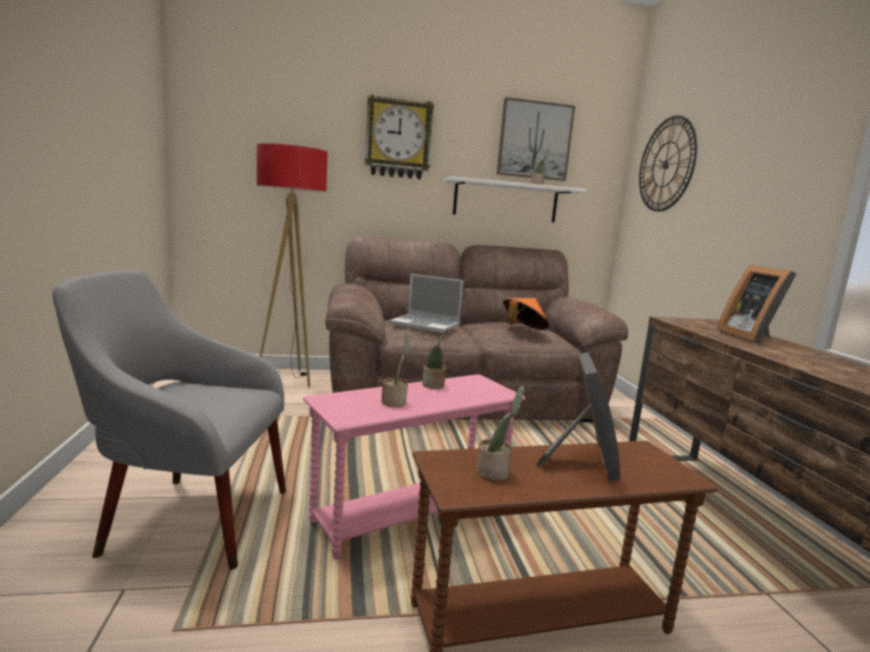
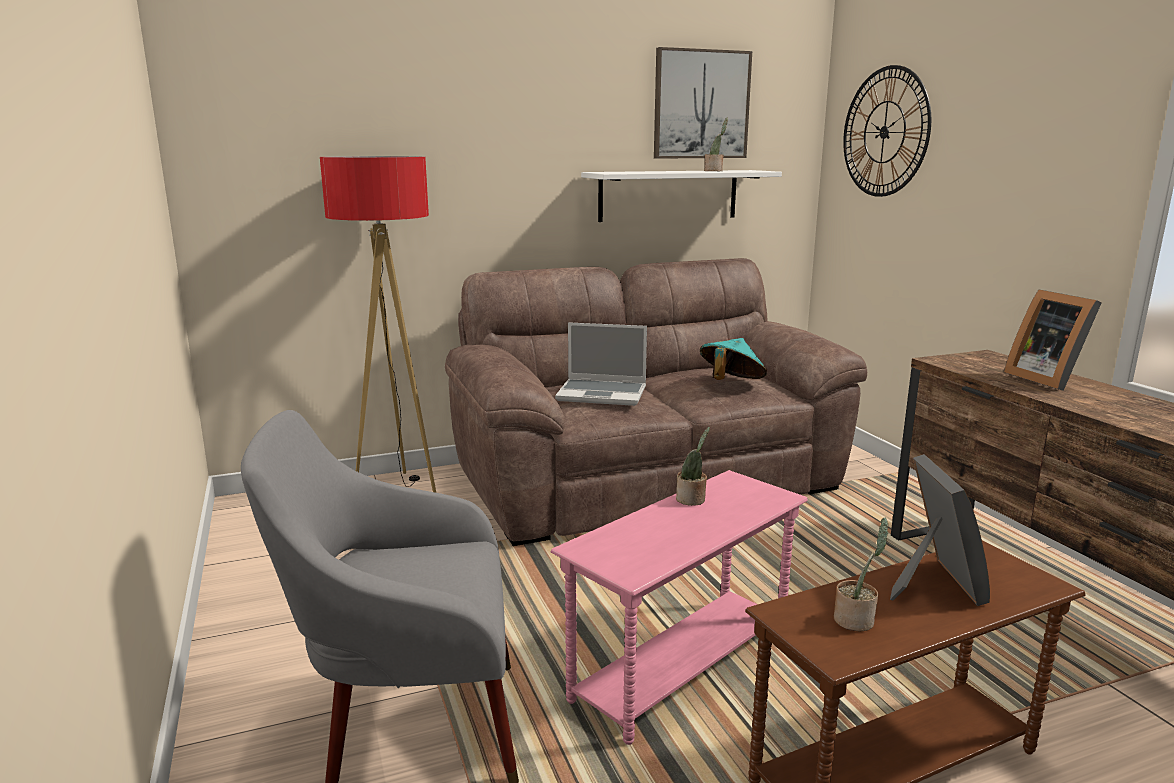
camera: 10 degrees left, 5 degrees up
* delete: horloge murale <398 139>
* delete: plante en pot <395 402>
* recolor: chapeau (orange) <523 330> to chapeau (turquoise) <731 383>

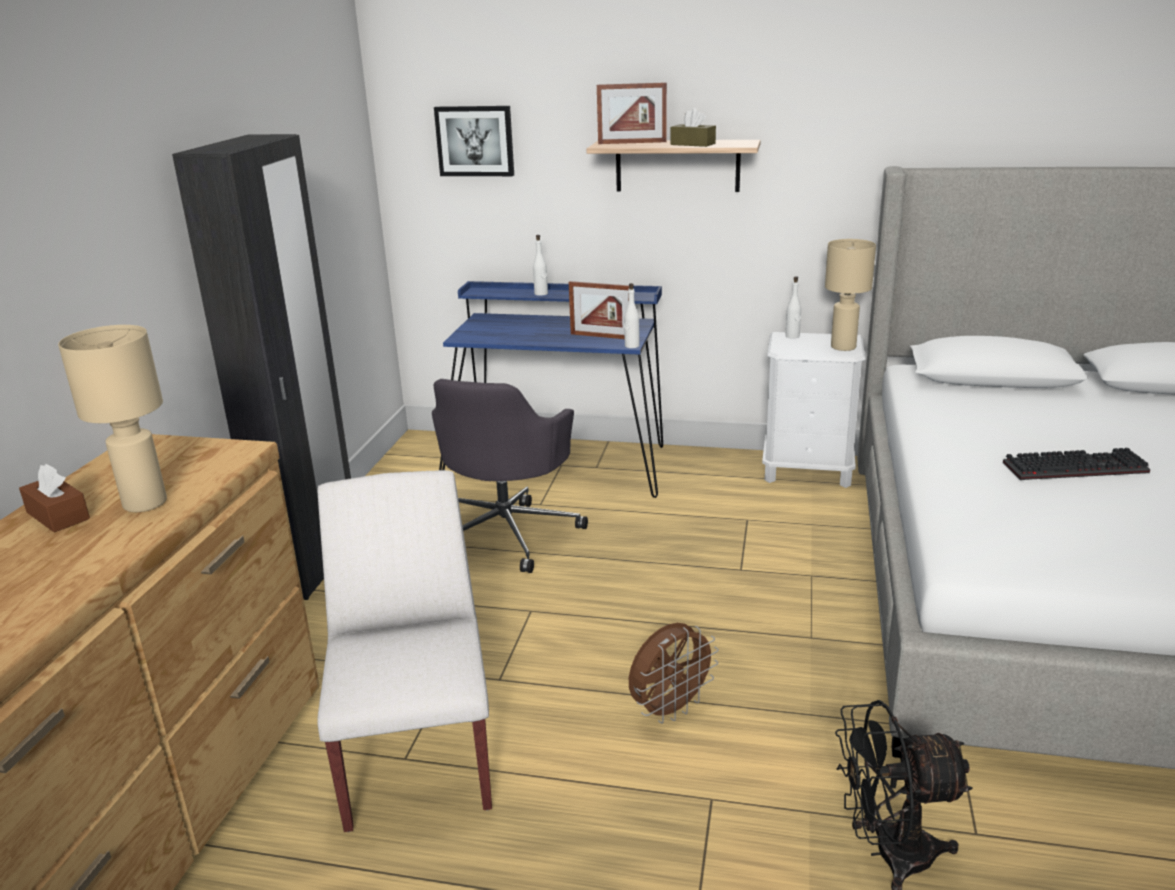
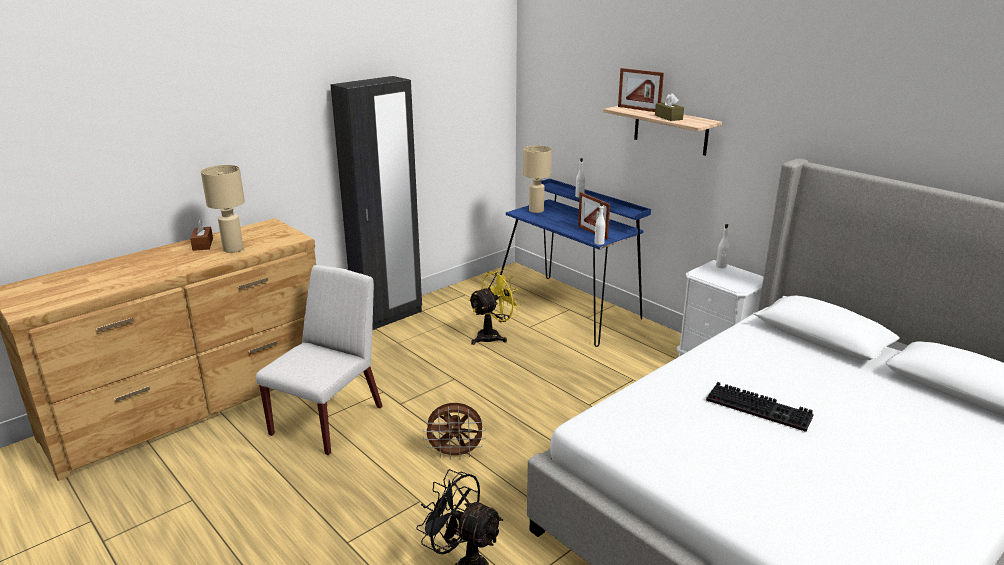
camera: 35 degrees right, 0 degrees up
* replace: chaise de bureau (gris) <507 533> to ventilateur (jaune) <493 336>
* delete: tableau <475 141>
* move: lampe de table (beige) <843 347> to <536 210>

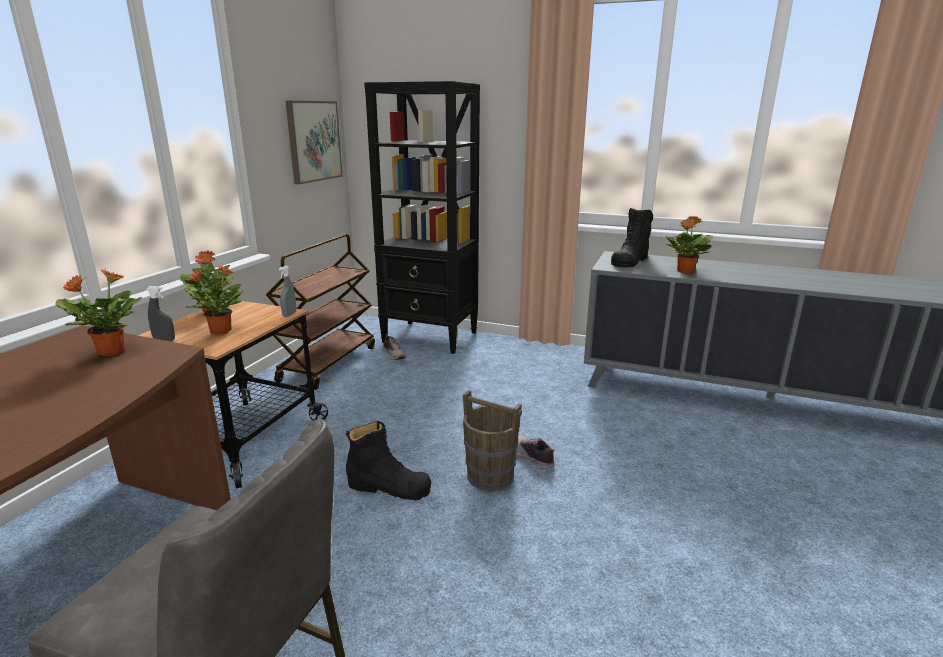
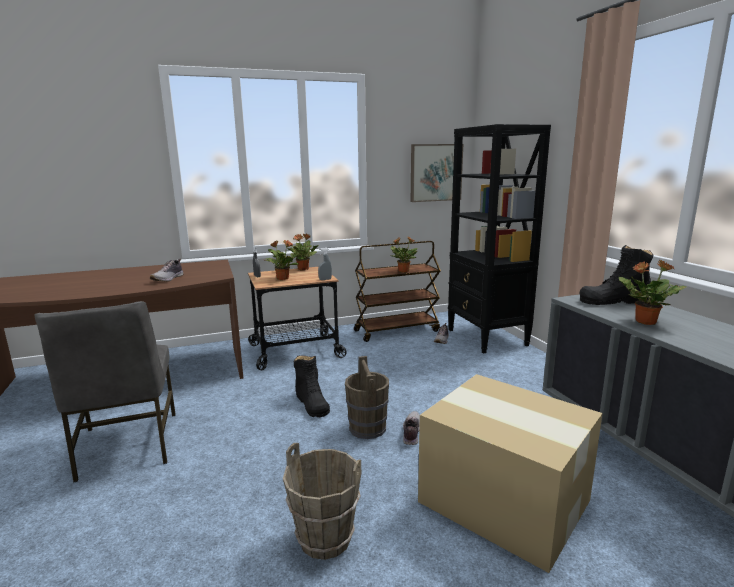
camera: 50 degrees right, 5 degrees down
* move: plante en pot <110 351> to <403 271>
* insert: chaussure <168 279>
* insert: seau (marron) <325 539>
* insert: carton <505 502>

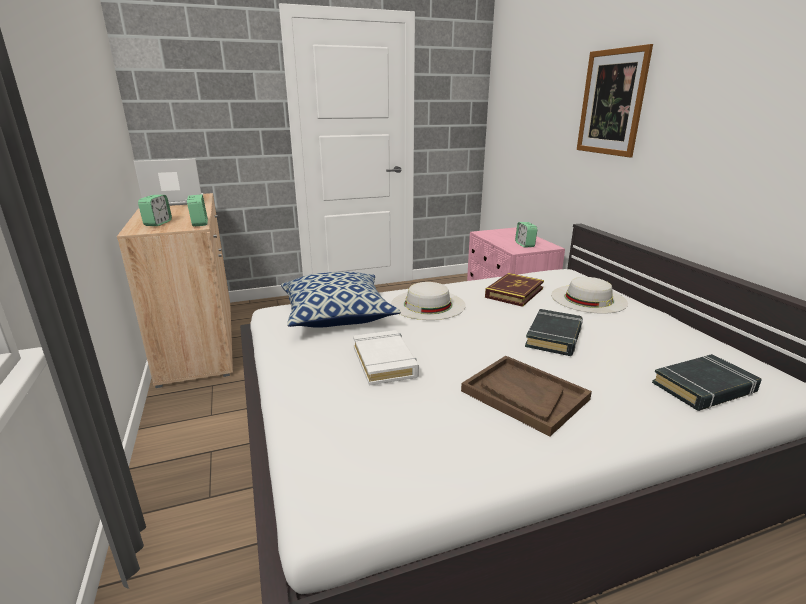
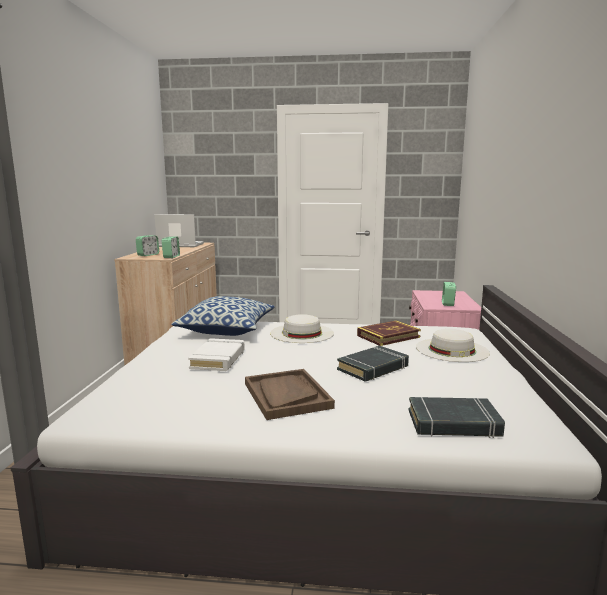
camera: 25 degrees right, 10 degrees down
* delete: tableau <612 102>

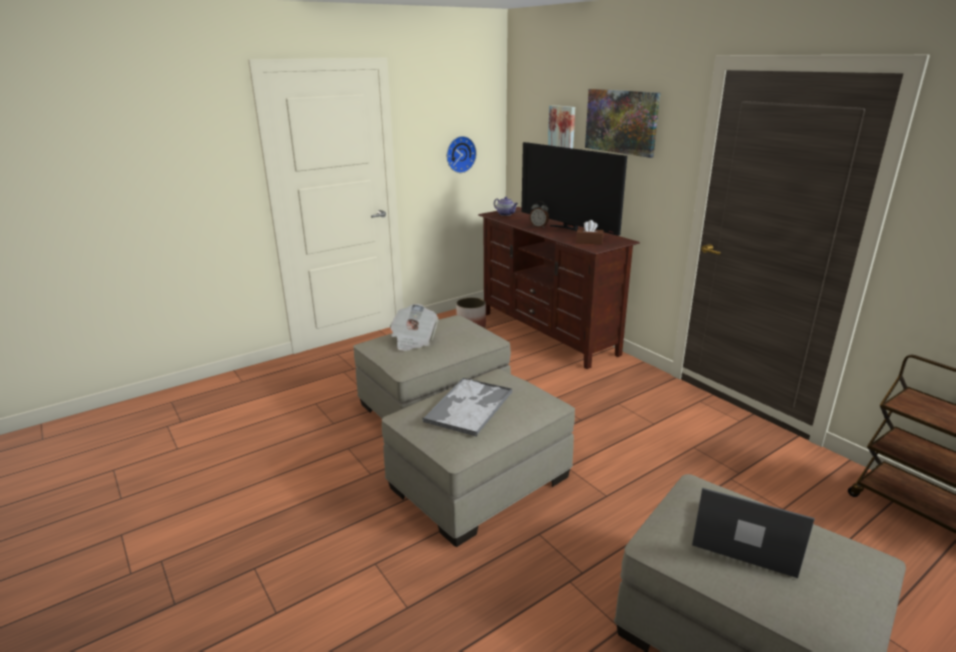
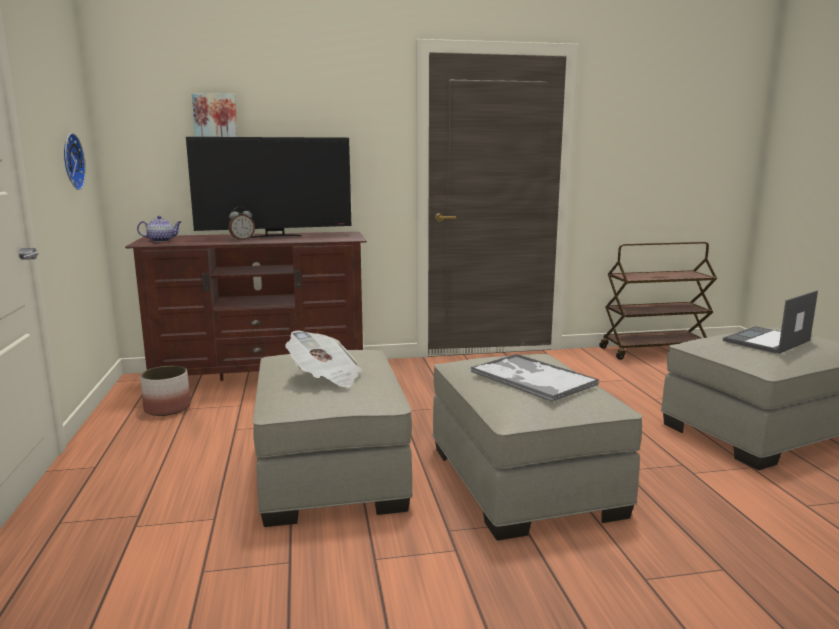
camera: 65 degrees left, 10 degrees down
* delete: boîte à mouchoirs (marron) <589 242>
* delete: tableau <621 121>

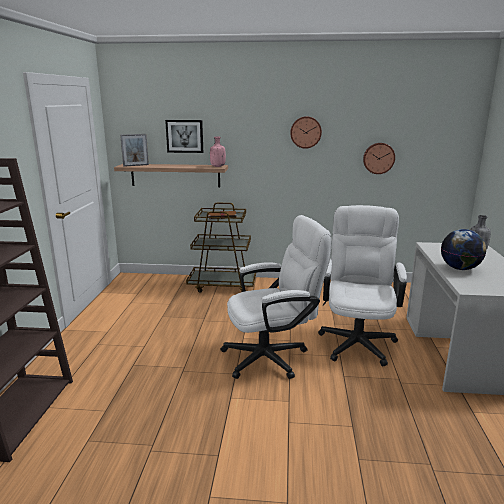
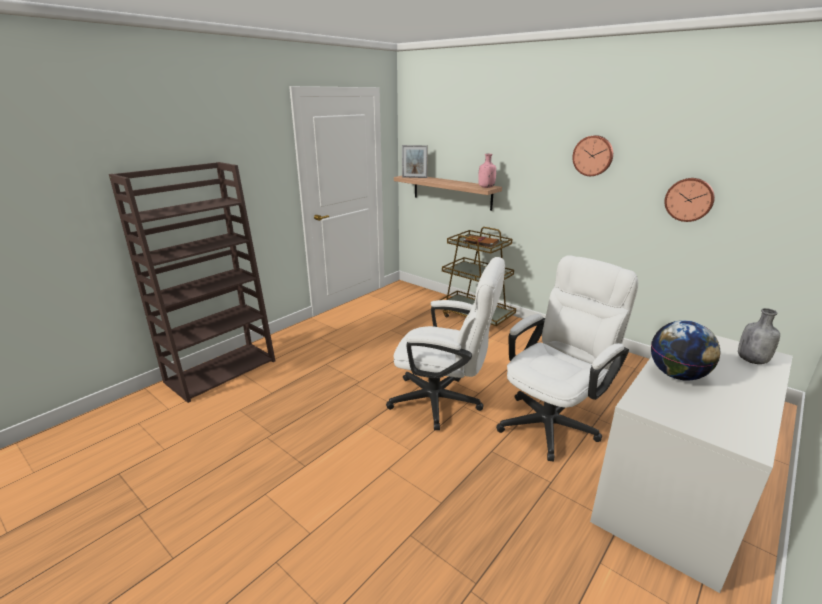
camera: 35 degrees right, 5 degrees up
* delete: tableau <184 136>

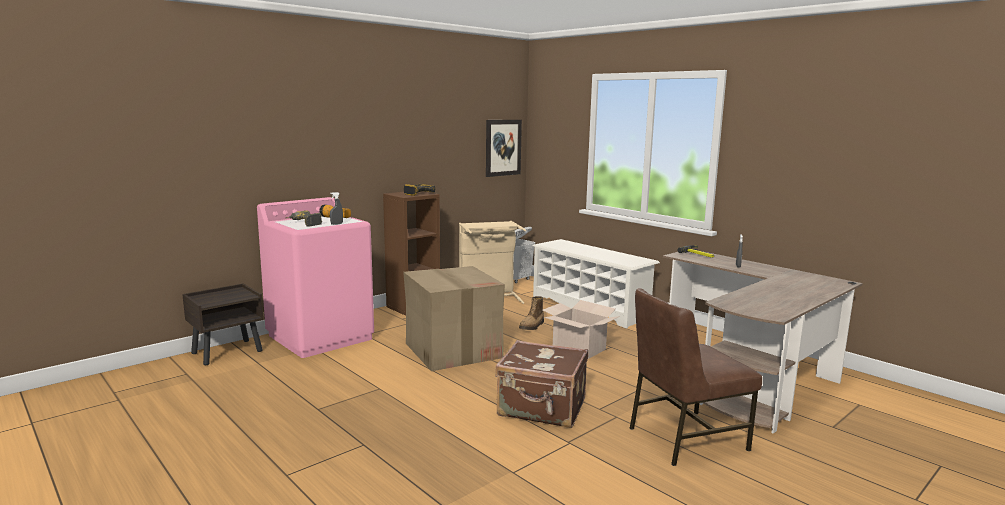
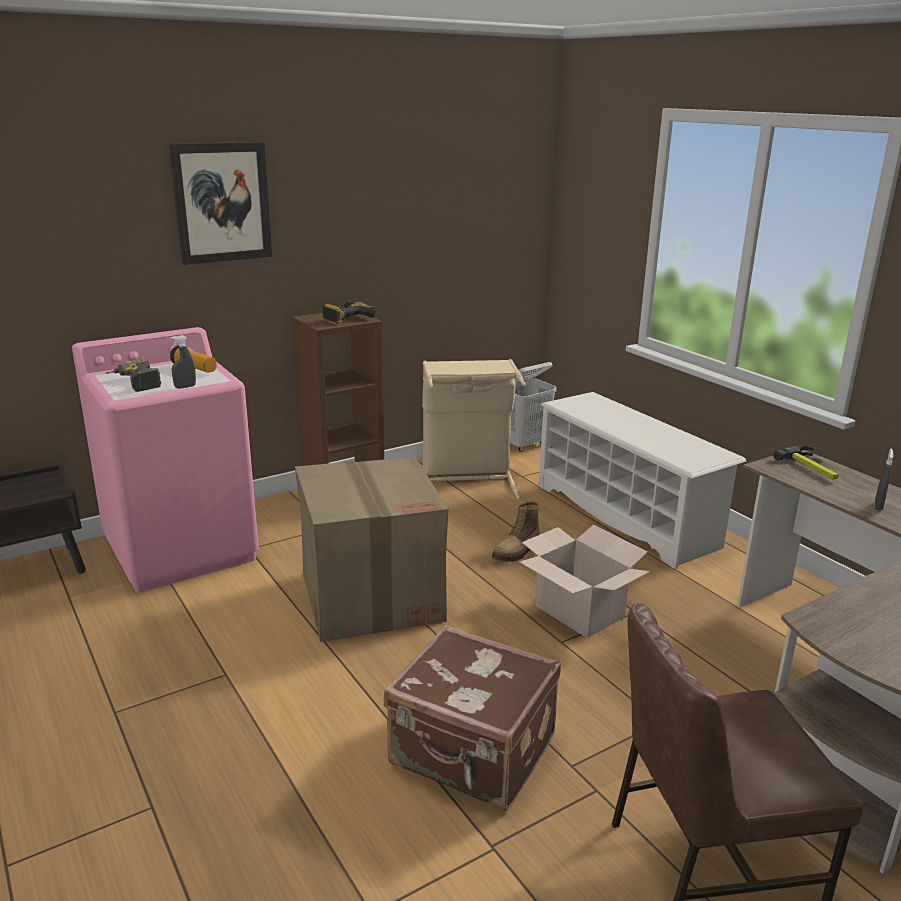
camera: 10 degrees right, 10 degrees up
* move: tableau <503 147> to <222 202>

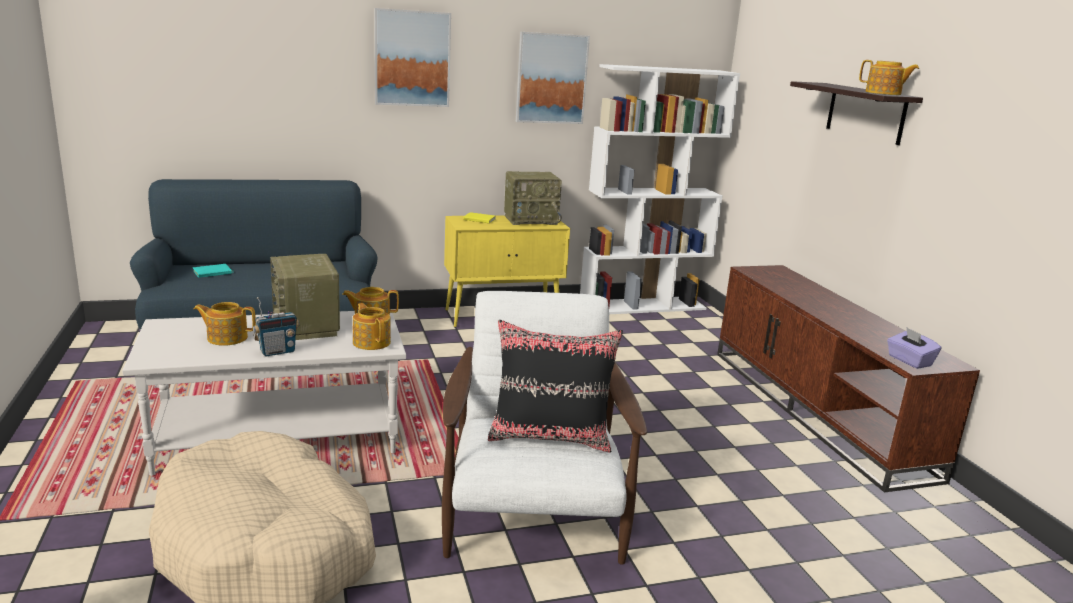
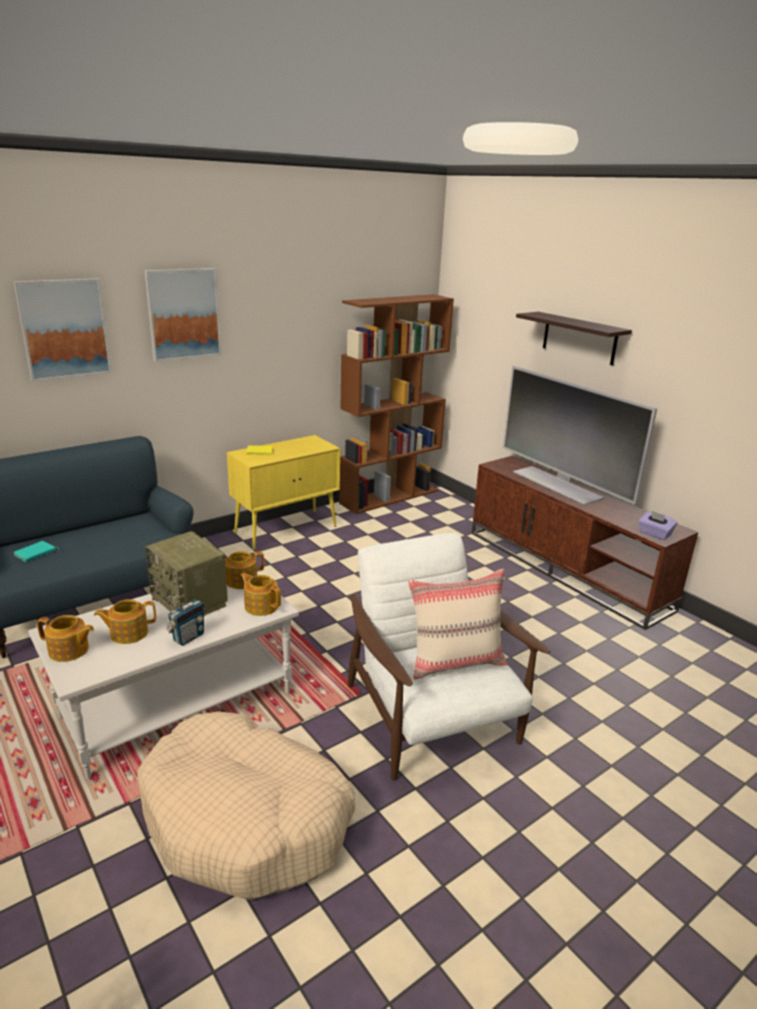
camera: 20 degrees left, 5 degrees up
* recolor: coussin (noir) <551 437> to coussin (beige) <455 662>
* delete: radio <531 220>
* move: tableau <551 78> to <64 329>
* recolor: bibliothèque (blanc) <643 306> to bibliothèque (marron) <390 496>
* move: théière <884 93> to <69 650>
* insert: téléviseur <558 484>

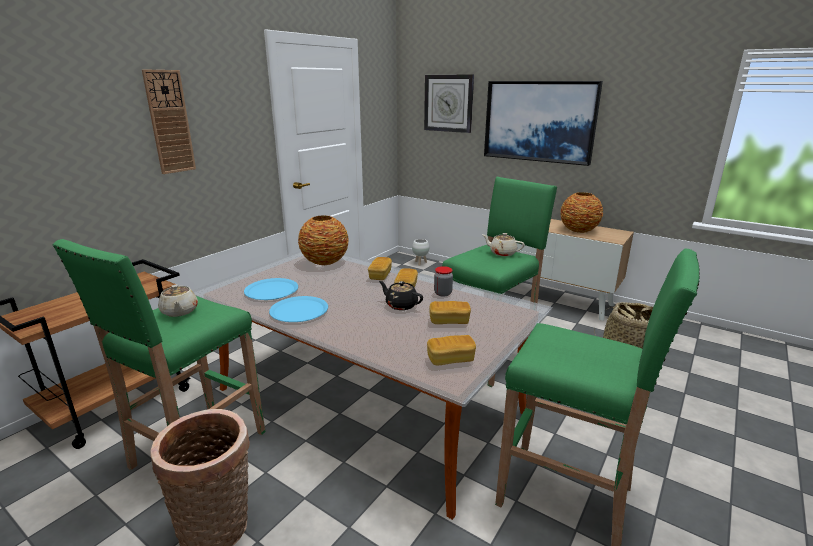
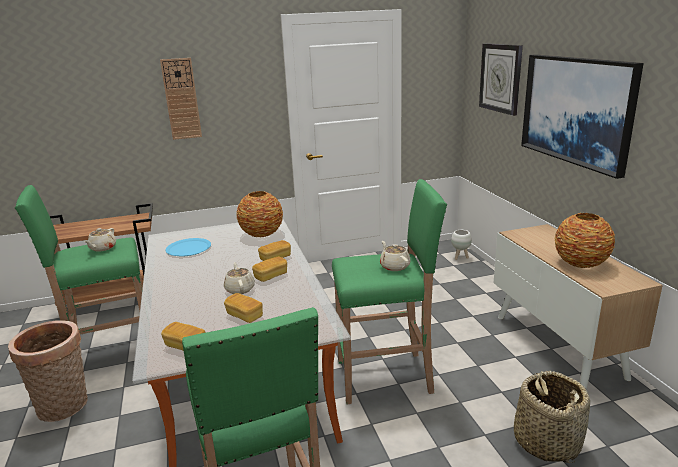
camera: 40 degrees right, 0 degrees up
* delete: assiette (bleu) <299 310>
* recolor: théière (noir) <401 305> to théière (beige) <240 289>
* delete: bocal <443 293>

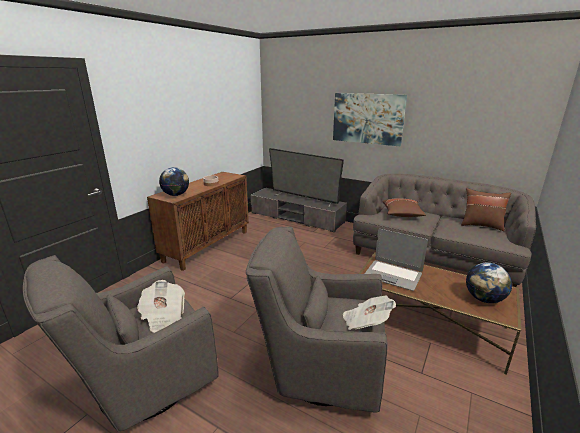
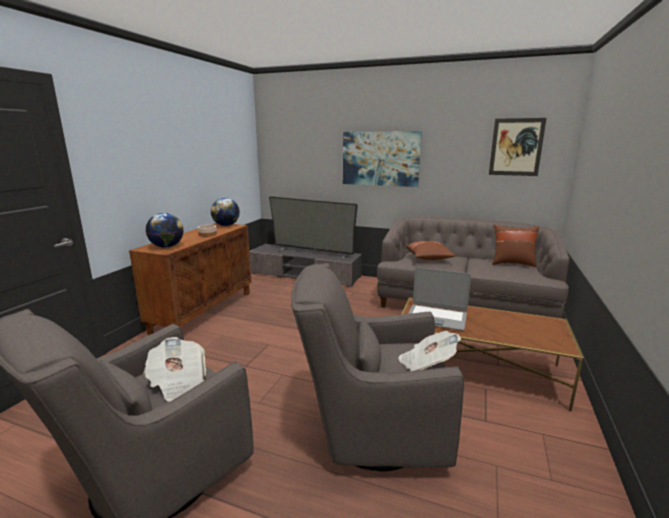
camera: 10 degrees left, 5 degrees down
* move: globe <483 299> to <226 225>
* insert: tableau <516 147>

